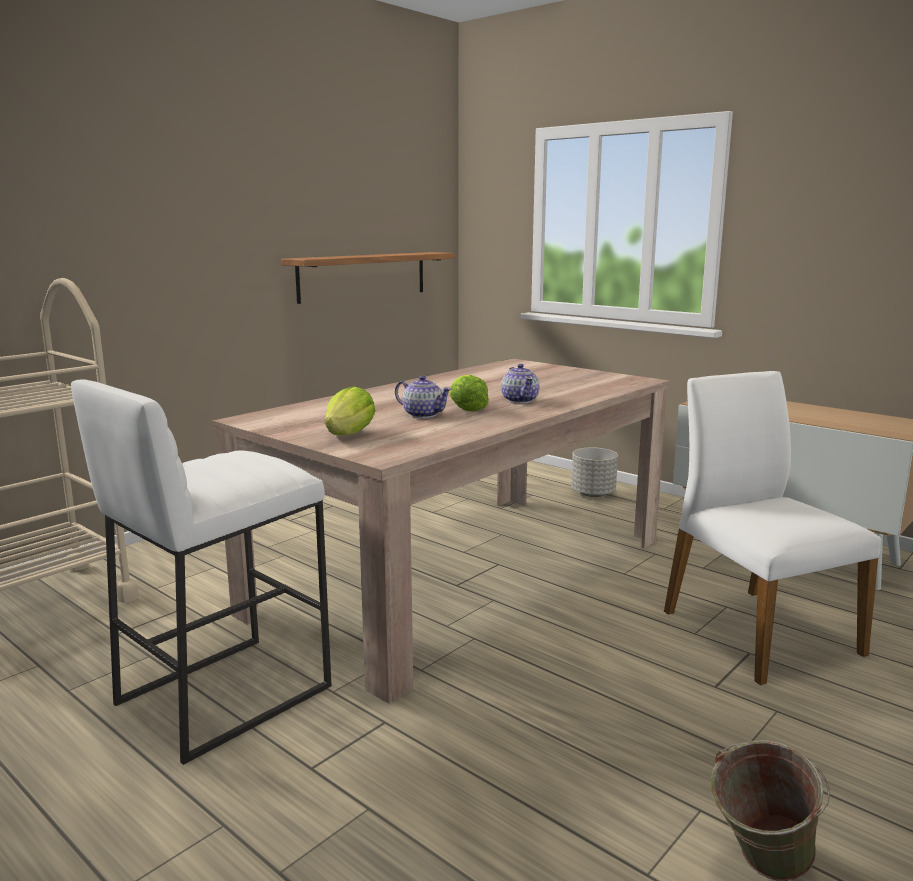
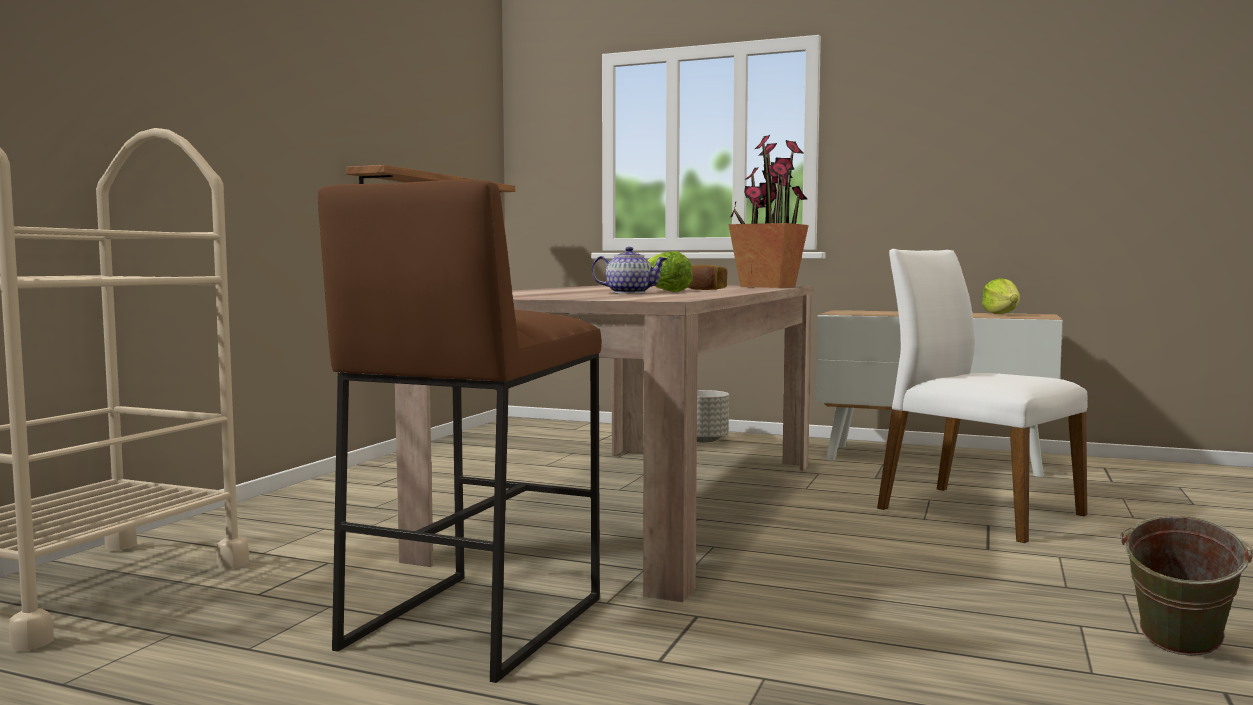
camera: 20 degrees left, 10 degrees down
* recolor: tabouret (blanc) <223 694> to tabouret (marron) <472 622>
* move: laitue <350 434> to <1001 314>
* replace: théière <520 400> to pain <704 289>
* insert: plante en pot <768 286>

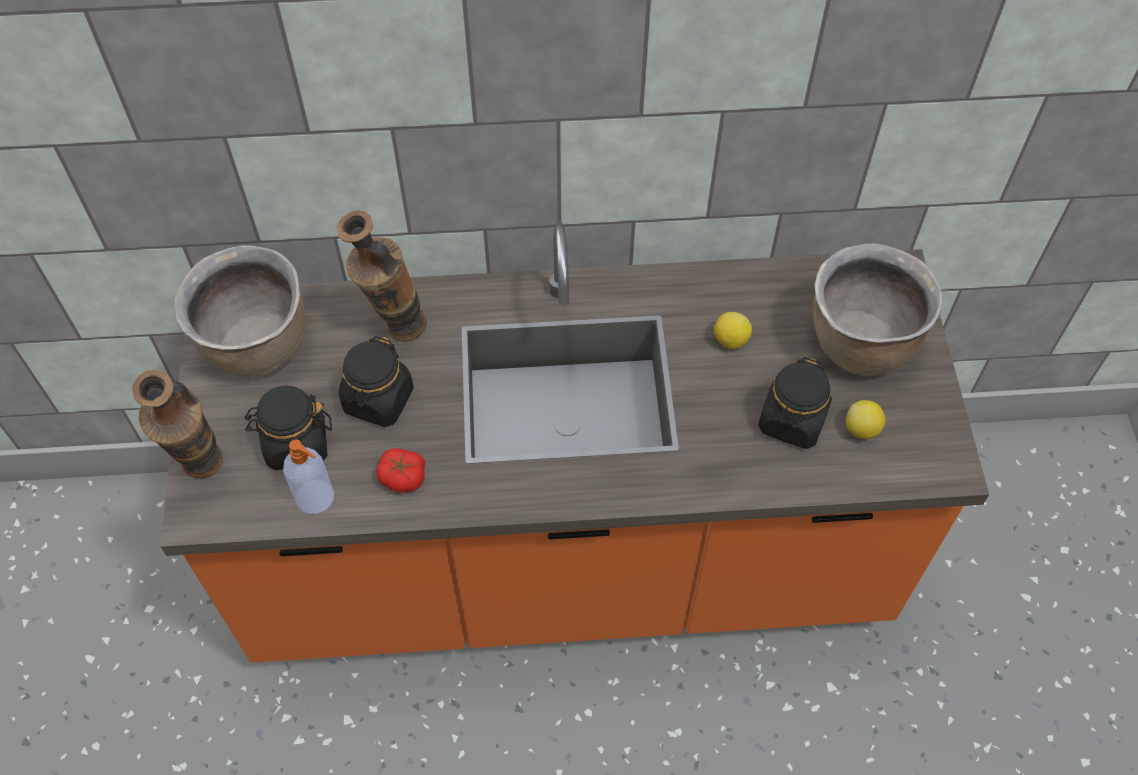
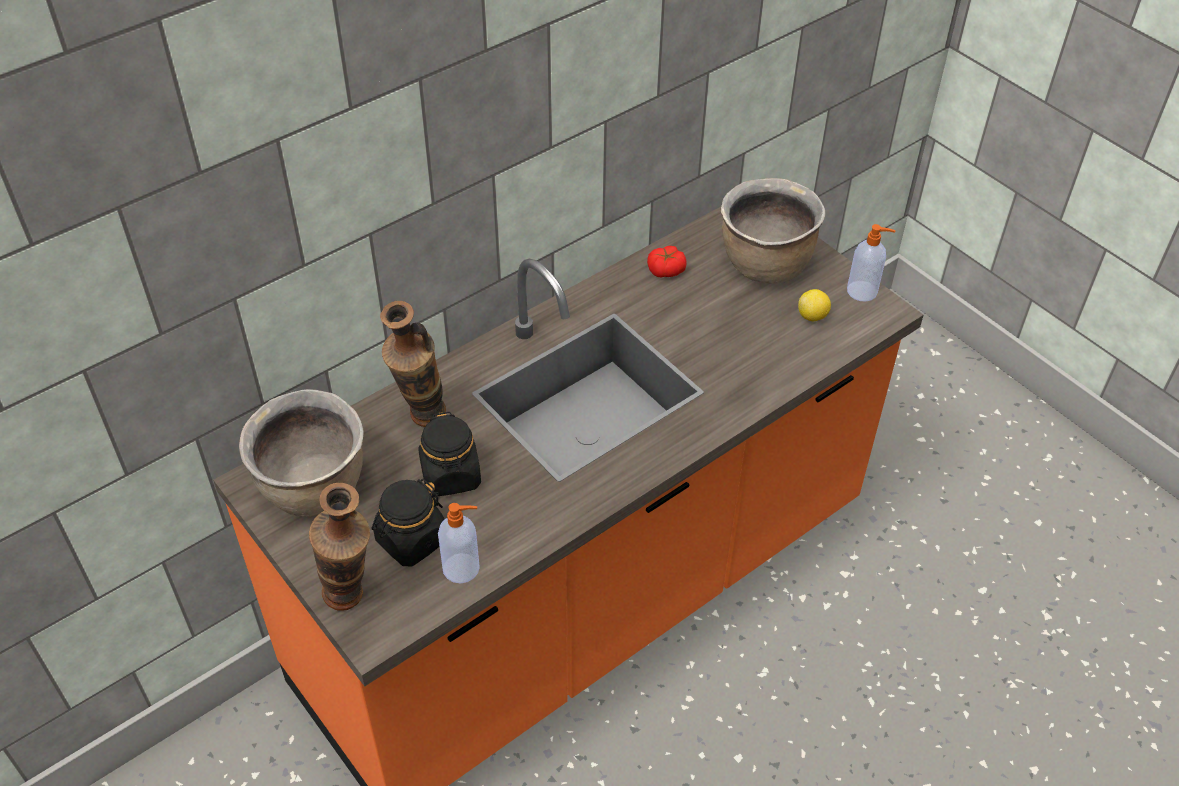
camera: 35 degrees left, 10 degrees down
* move: tomate <402 477> to <666 270>
* delete: citron <730 340>
* delete: bocal (noir) <792 421>
* insert: distributeur de savon <863 291>

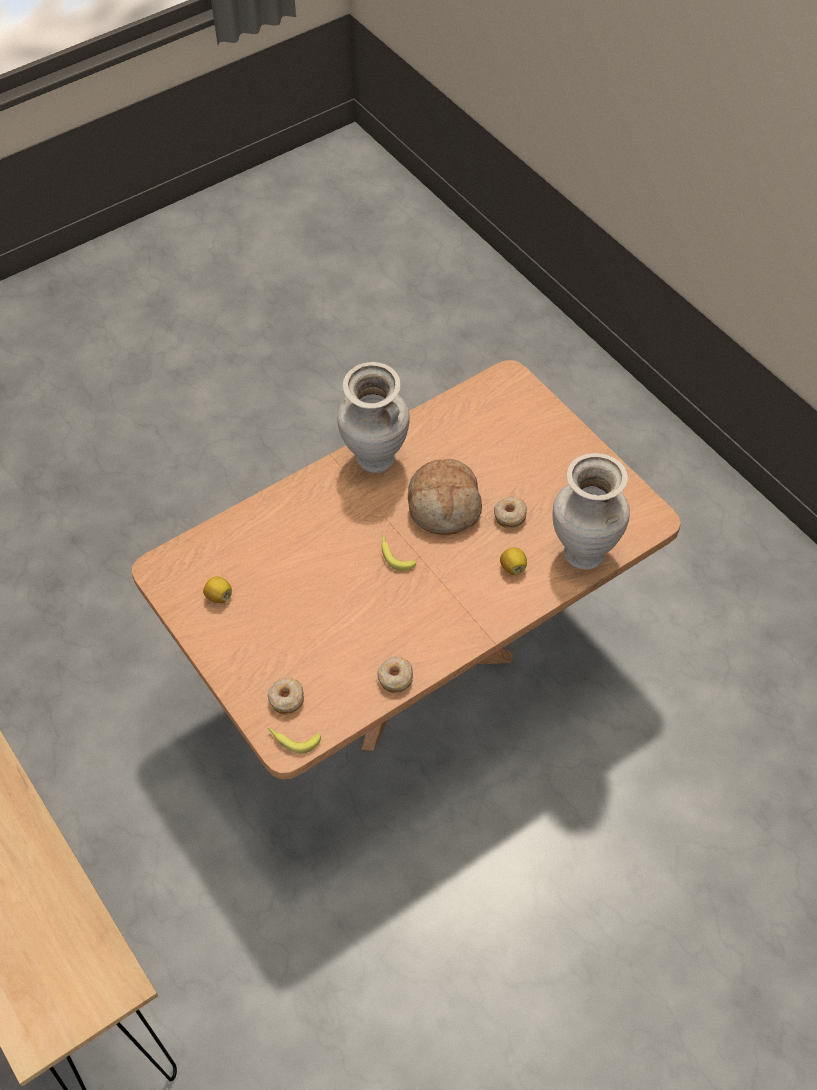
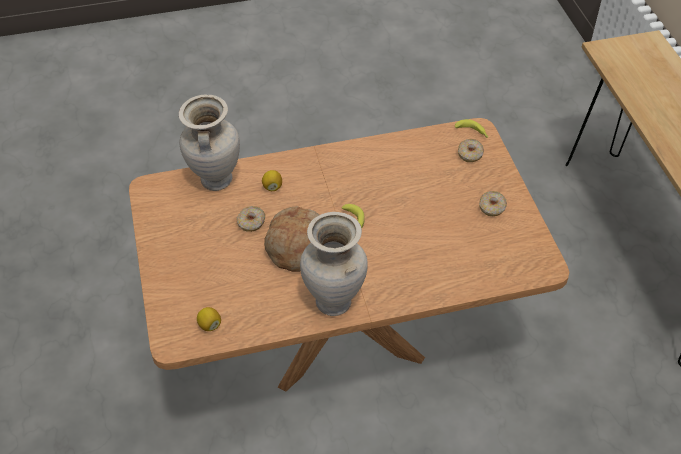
camera: 160 degrees left, 5 degrees down
* move: citron <219 596> to <209 325>
* move: beignet <395 678> to <492 207>

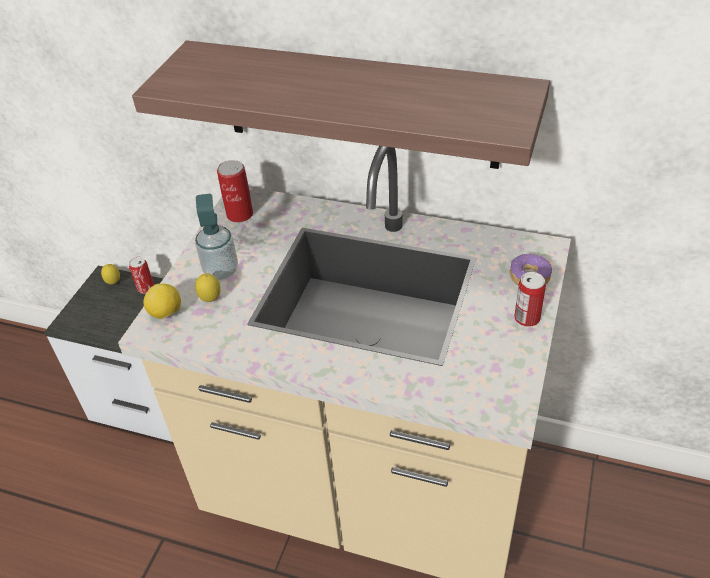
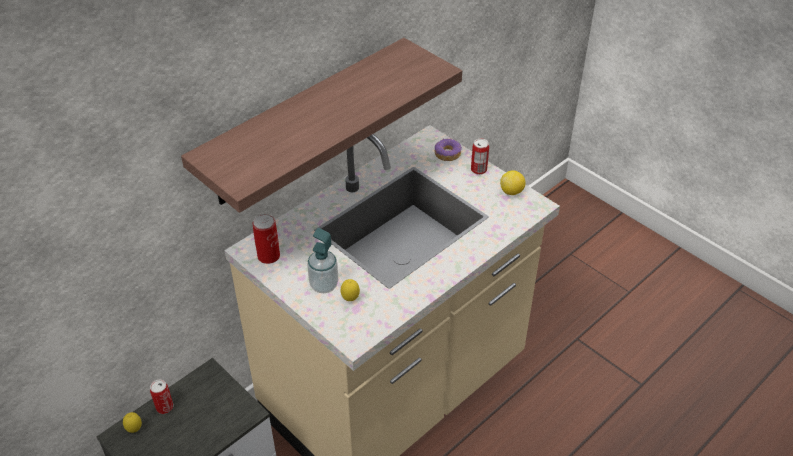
camera: 65 degrees left, 0 degrees up
* move: citron <166 313> to <512 192>

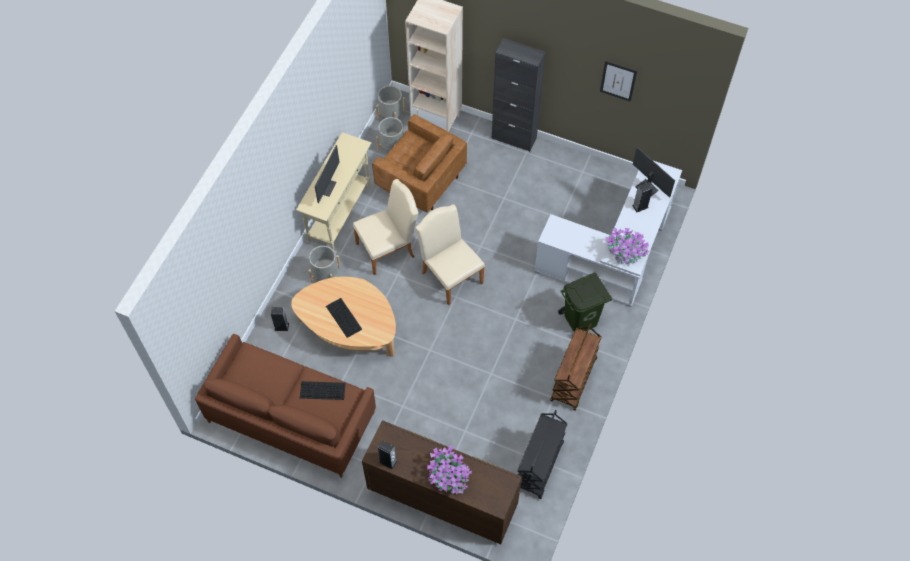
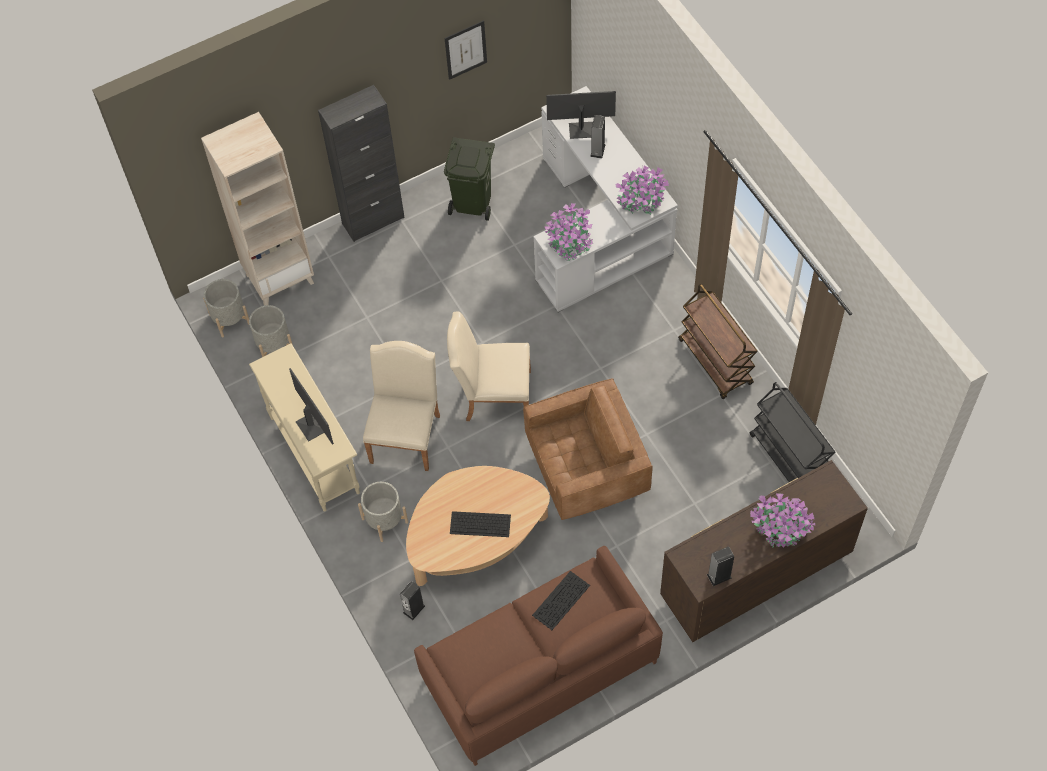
camera: 50 degrees left, 0 degrees up
* move: fauteuil (marron) <420 181> to <587 469>
* move: poubelle (vert) <581 320> to <473 202>
* insert: plante en pot <569 242>

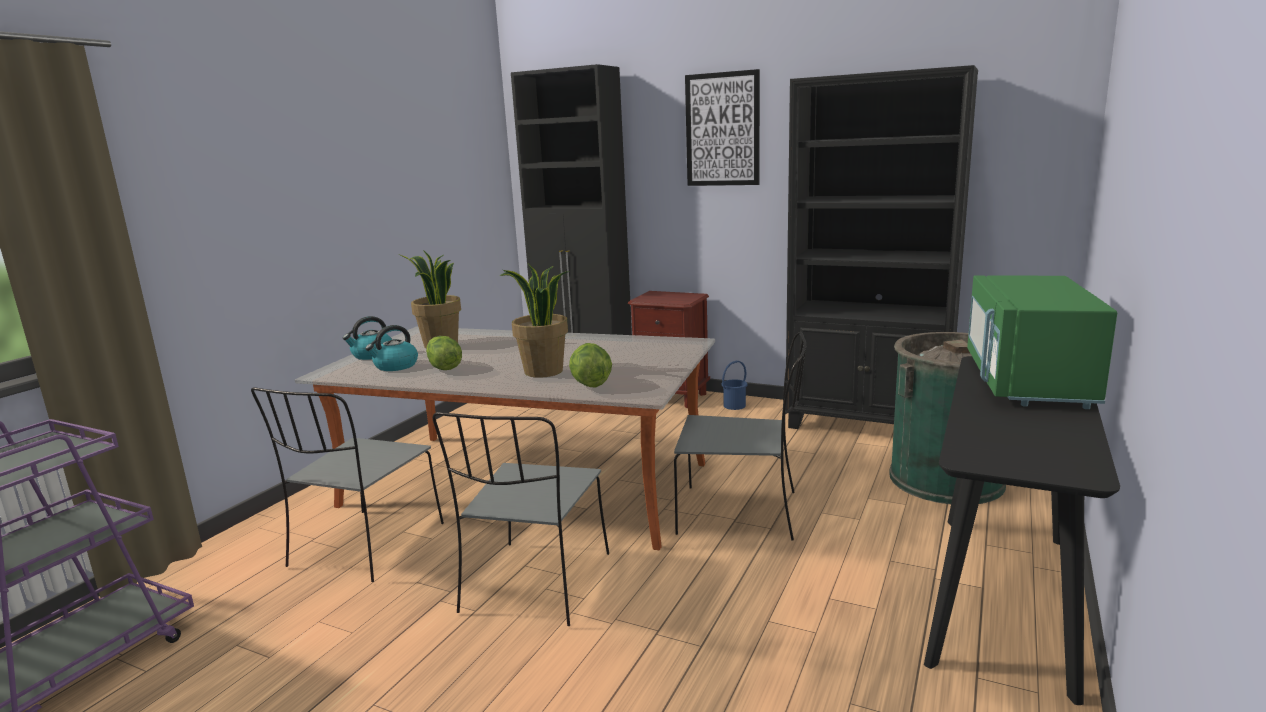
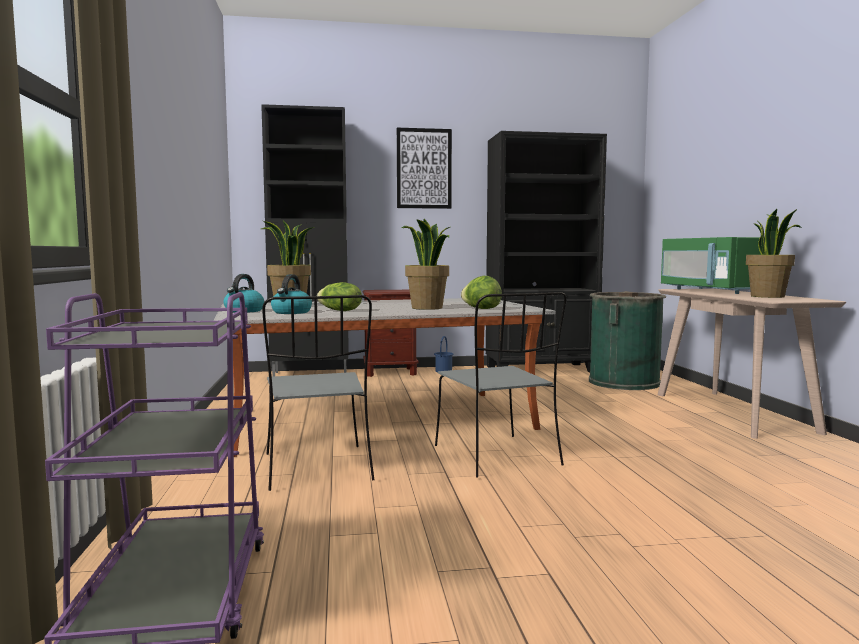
camera: 35 degrees left, 10 degrees down
* delete: chaise (gris) <741 513>
* recolor: table console (noir) <1004 596> to table console (beige) <732 412>
* insert: plante en pot <768 296>

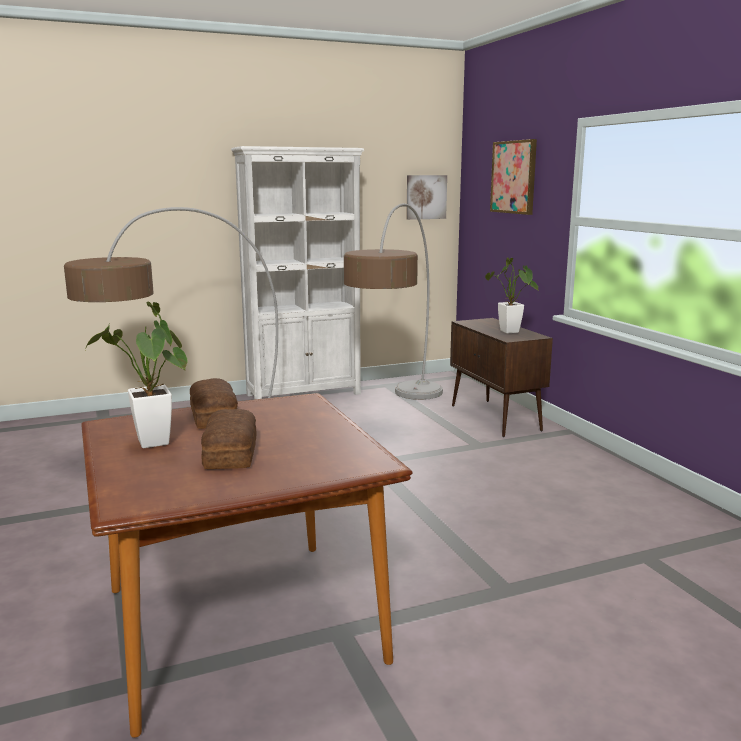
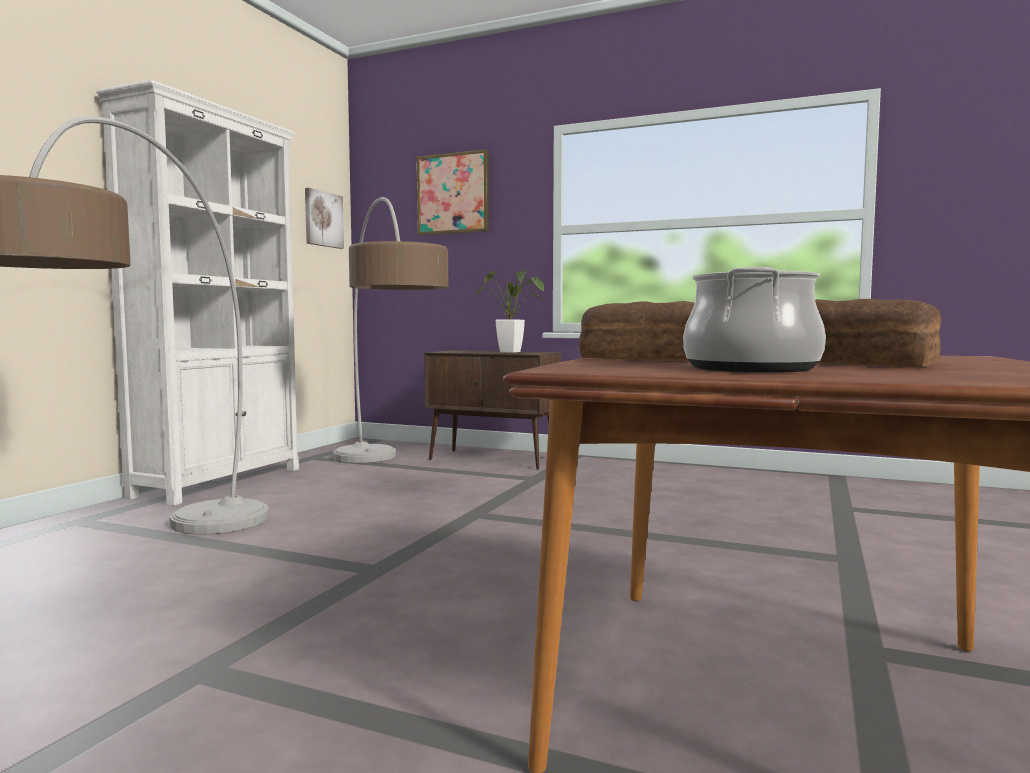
camera: 45 degrees left, 10 degrees down
* replace: plante en pot <154 445> to marmite <752 368>

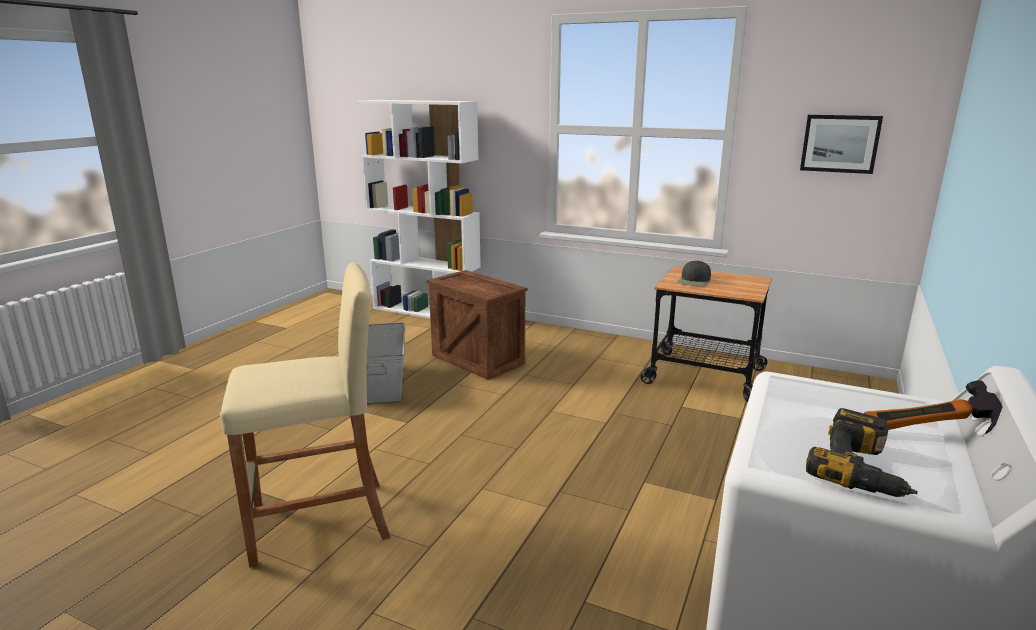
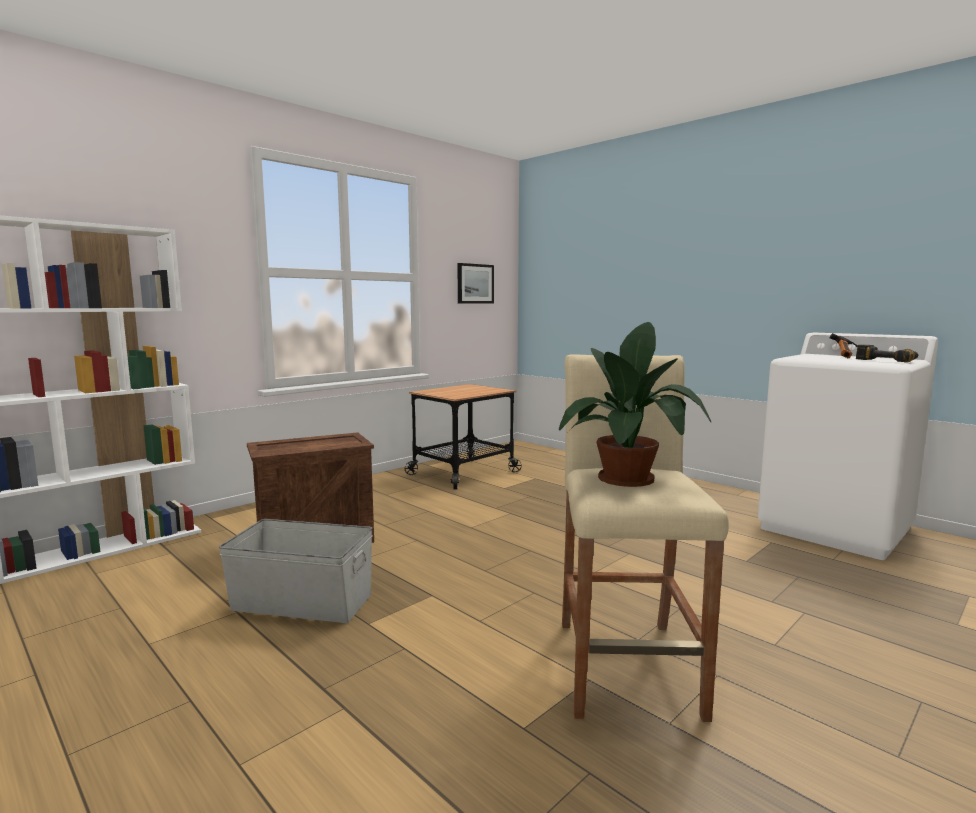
camera: 70 degrees left, 10 degrees down
* delete: casquette (noir) <694 281>
* insert: plante en pot <630 477>

